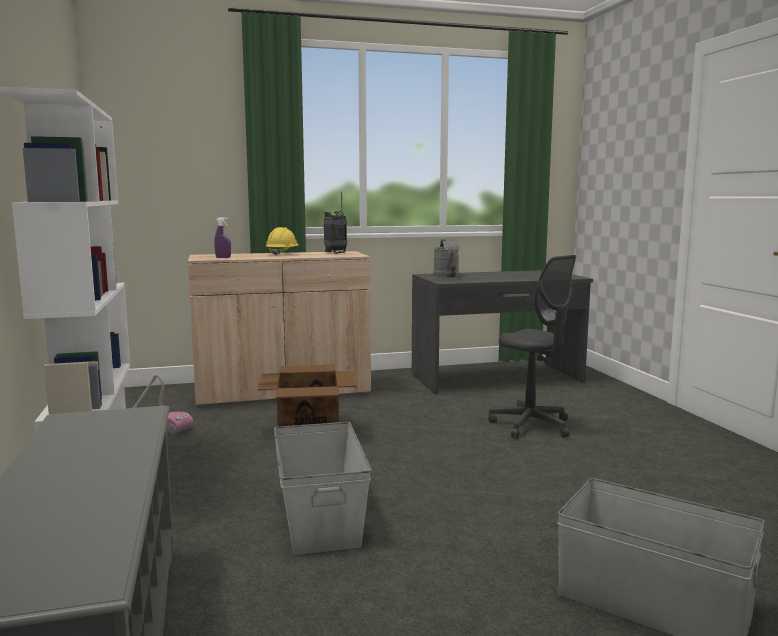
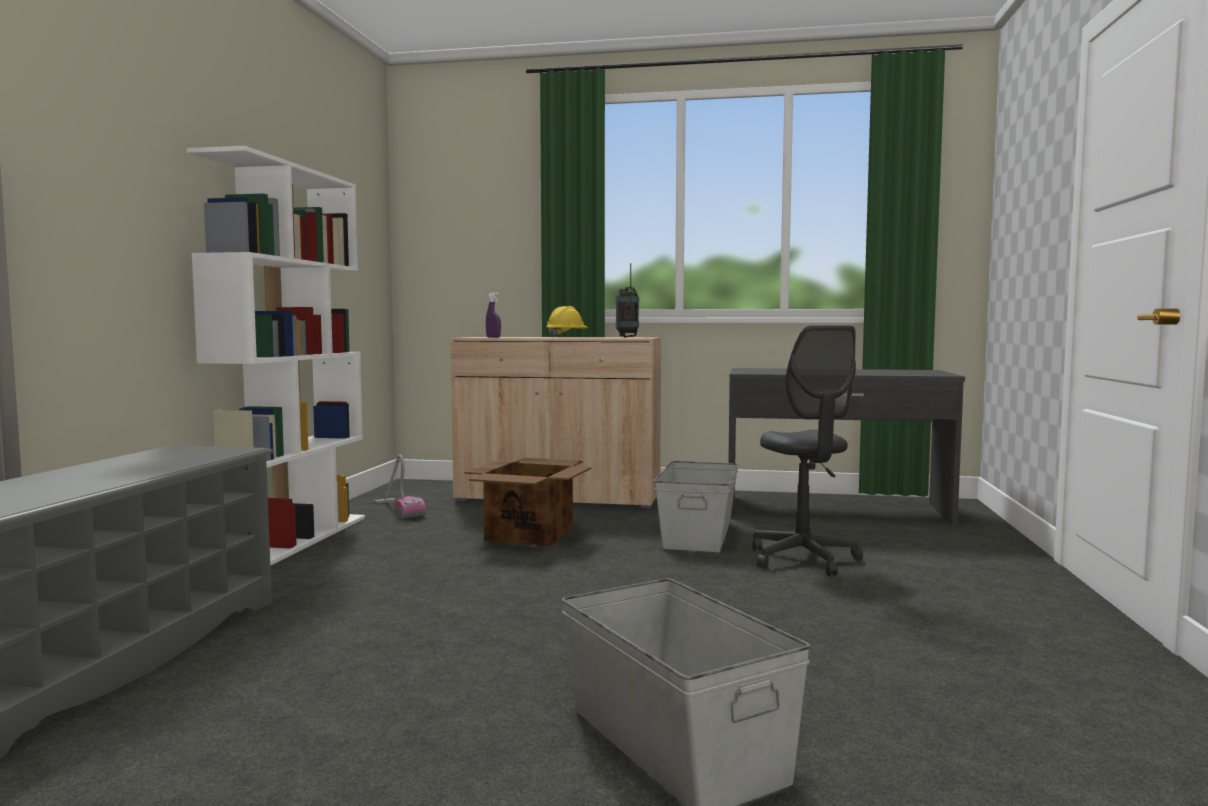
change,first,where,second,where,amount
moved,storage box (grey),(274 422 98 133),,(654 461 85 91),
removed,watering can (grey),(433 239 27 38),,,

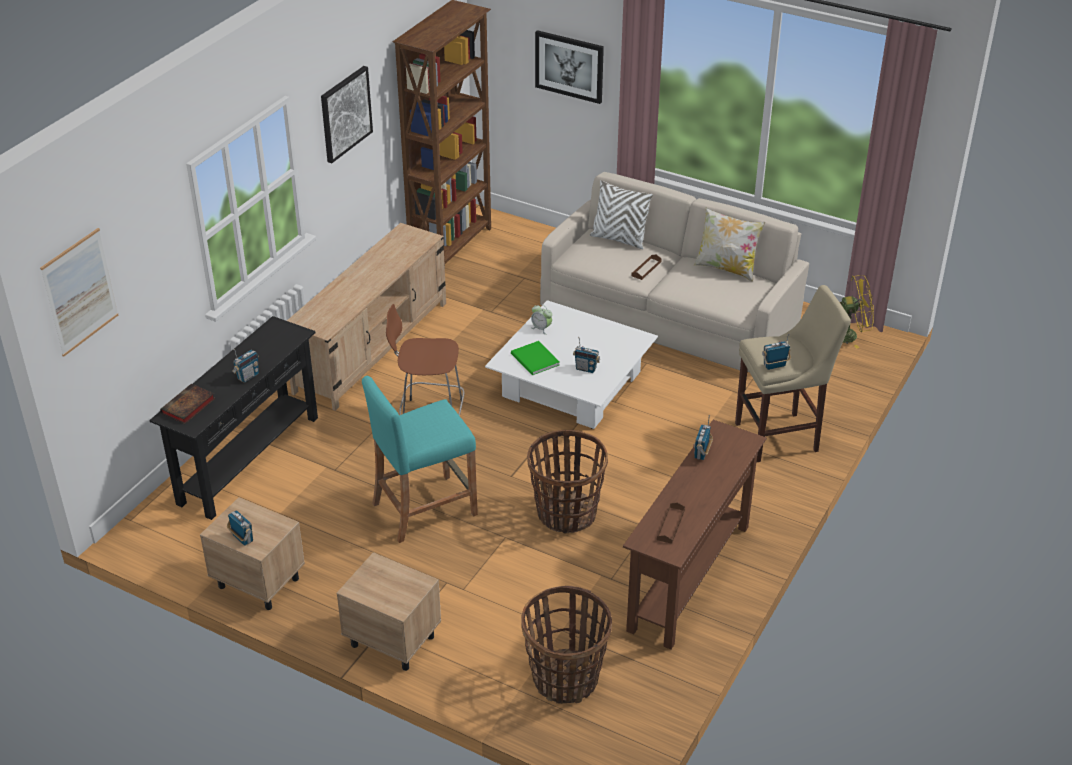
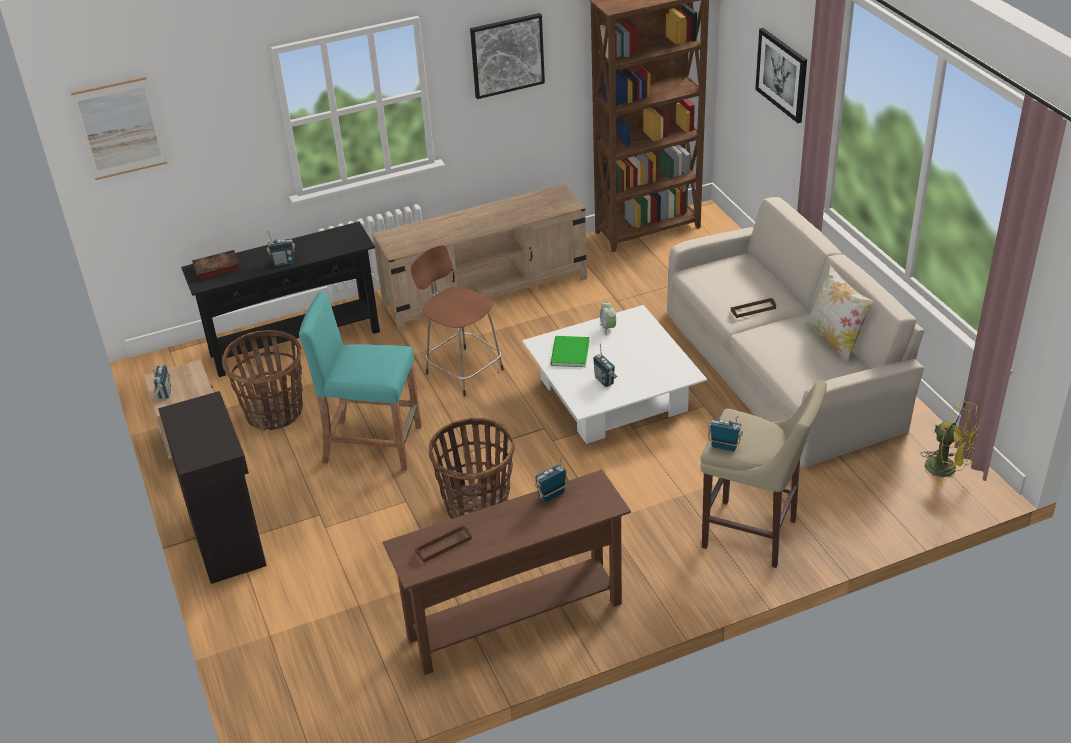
change,first,where,second,where,amount
replaced,nightstand (beige),(337 552 104 119),cabinet (black),(158 391 109 193),
moved,basket,(521 586 91 118),,(222 330 81 101),
removed,pillow (white),(590 180 63 69),,,

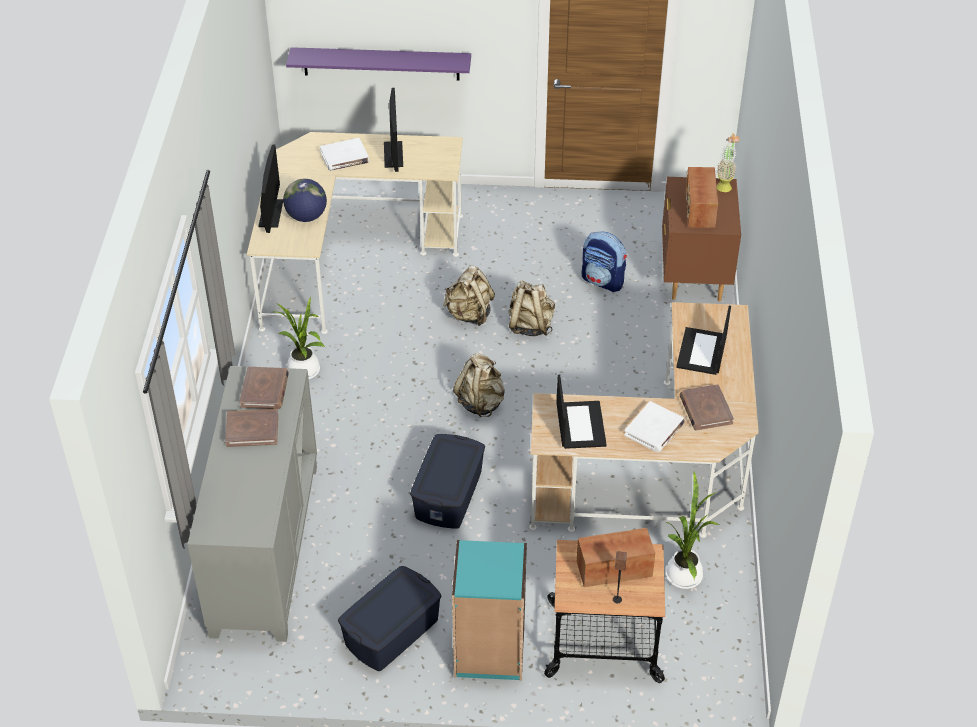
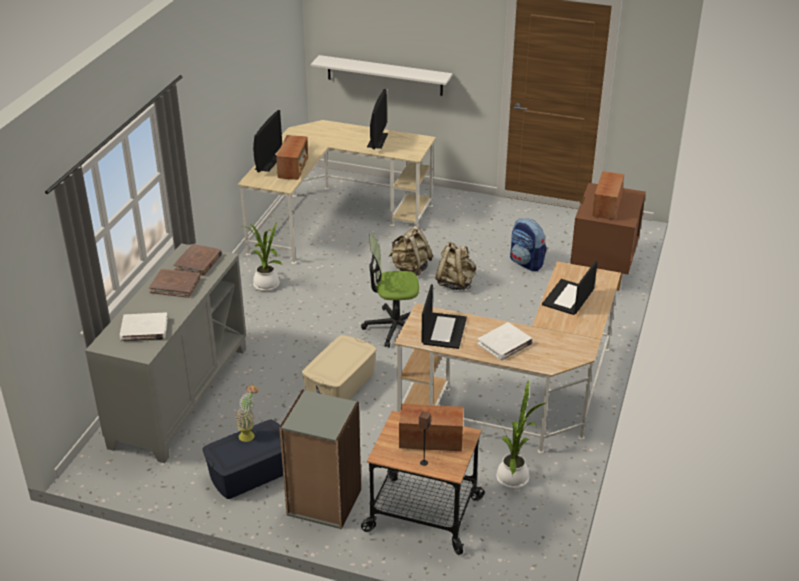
change,first,where,second,where,amount
moved,book (white),(320 138 49 33),,(120 312 48 30),
moved,potted plant,(717 134 23 58),,(235 384 23 58),
replaced,globe,(283 179 44 43),radio,(276 135 32 45),
recoloured,bookcase (turquoise),(452 540 75 140),bookcase (grey),(279 389 82 140),
recoloured,storage box (blue),(410 434 75 95),storage box (beige),(302 335 75 65),
recoloured,shelf (purple),(286 47 185 33),shelf (white),(311 55 141 41),
replaced,backpack (beige),(453 353 52 64),office chair,(361 234 58 114),
removed,book (brown),(680 384 54 46),,,

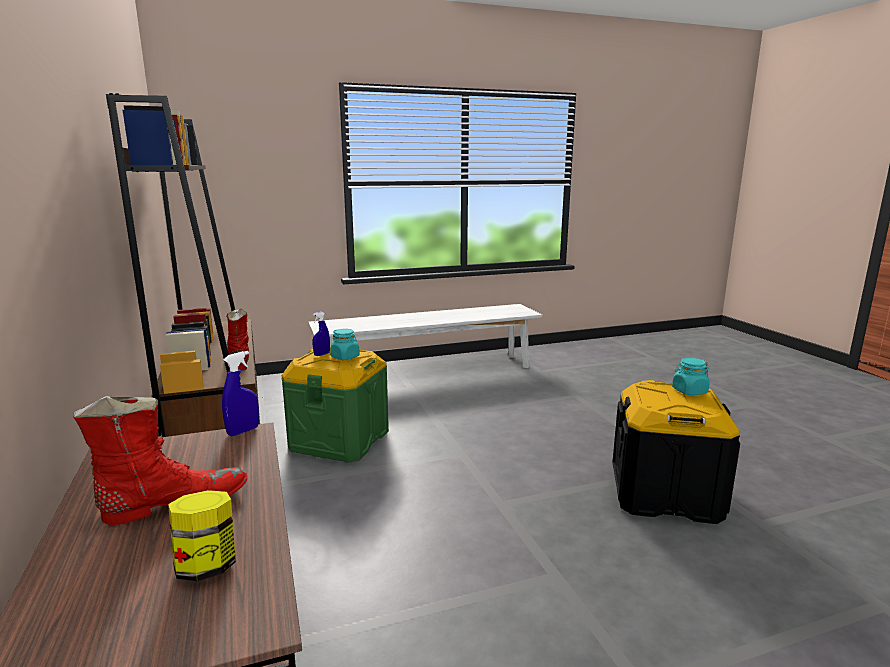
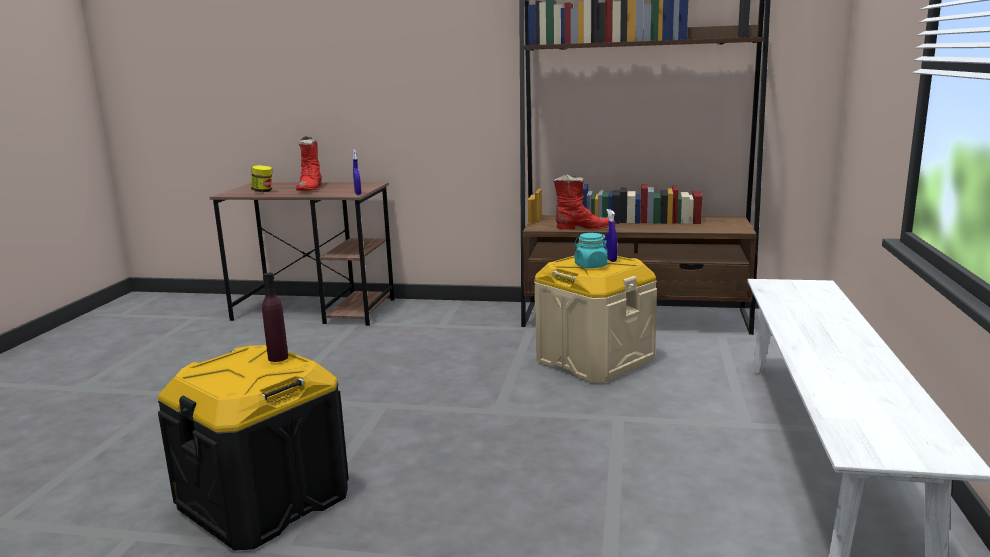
change,first,where,second,where,amount
added,,,bottle (purple),(262 273 26 89),
recoloured,storage box (green),(281 346 108 117),storage box (beige),(535 255 122 128),
removed,jar (turquoise),(672 358 38 37),,,

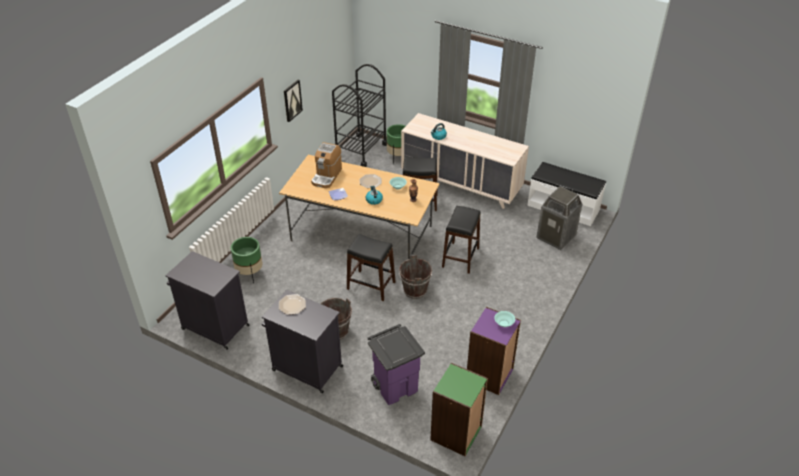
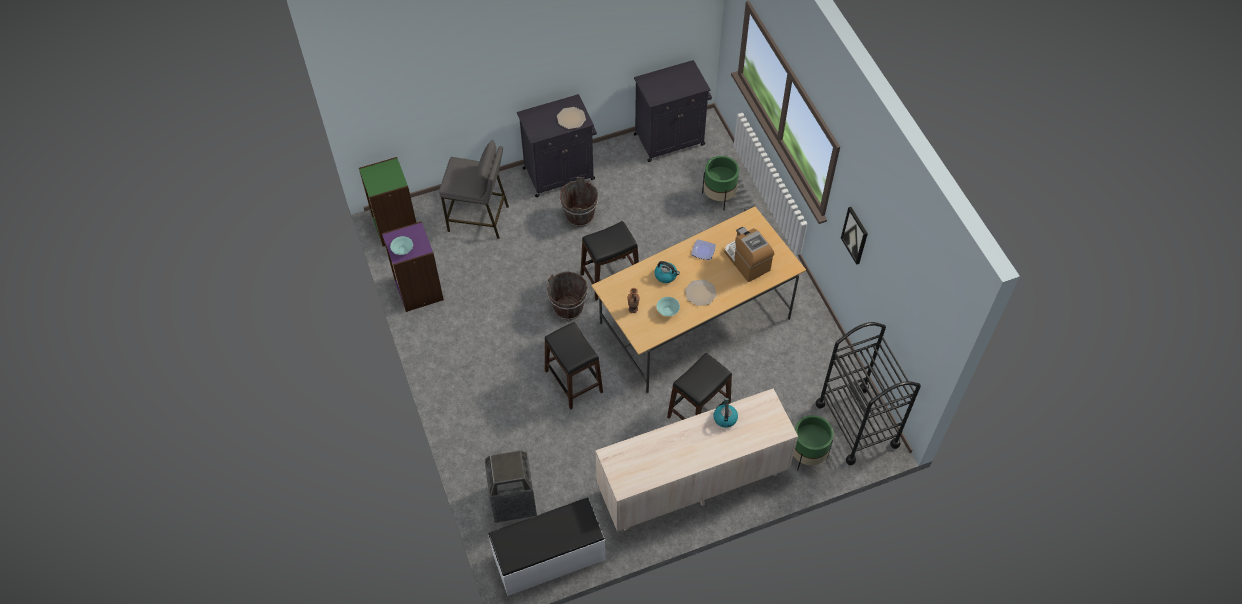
change,first,where,second,where,amount
replaced,trash can (purple),(368 324 57 81),stool (grey),(439 140 70 99),

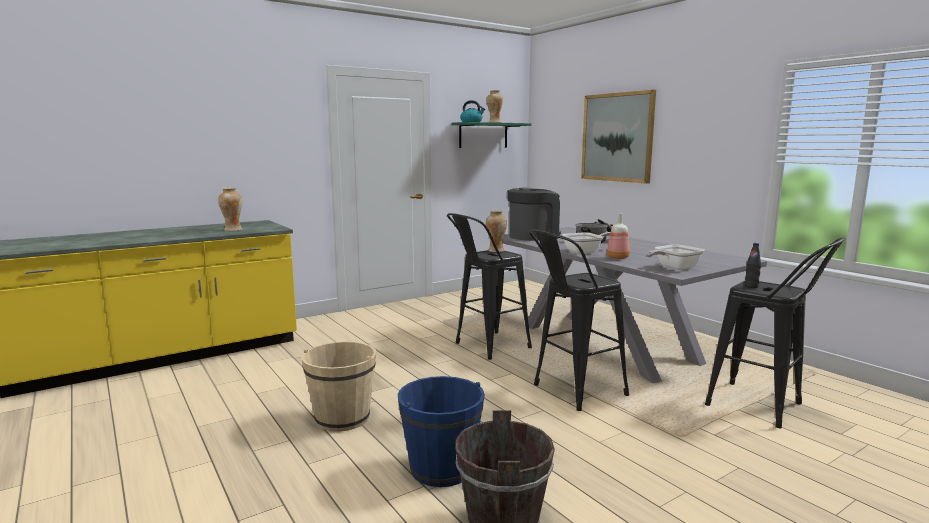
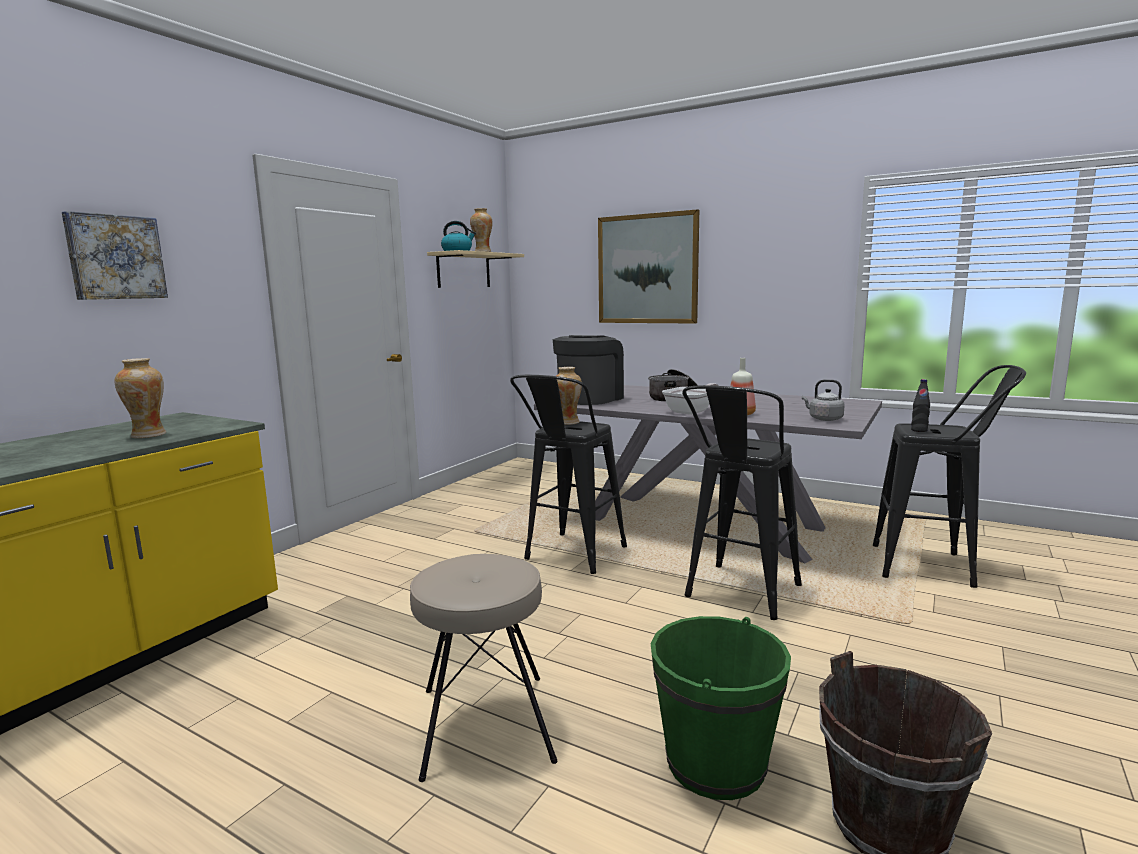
change,first,where,second,where,amount
added,,,picture,(62 211 106 89),
replaced,bucket (beige),(301 341 75 91),stool (beige),(410 554 148 228),
recoloured,shelf (green),(451 122 80 26),shelf (beige),(427 250 97 38),
recoloured,bucket (blue),(398 376 87 111),bucket (green),(650 616 141 184),
replaced,frying pan,(646 245 58 25),kettle (grey),(802 379 43 42),

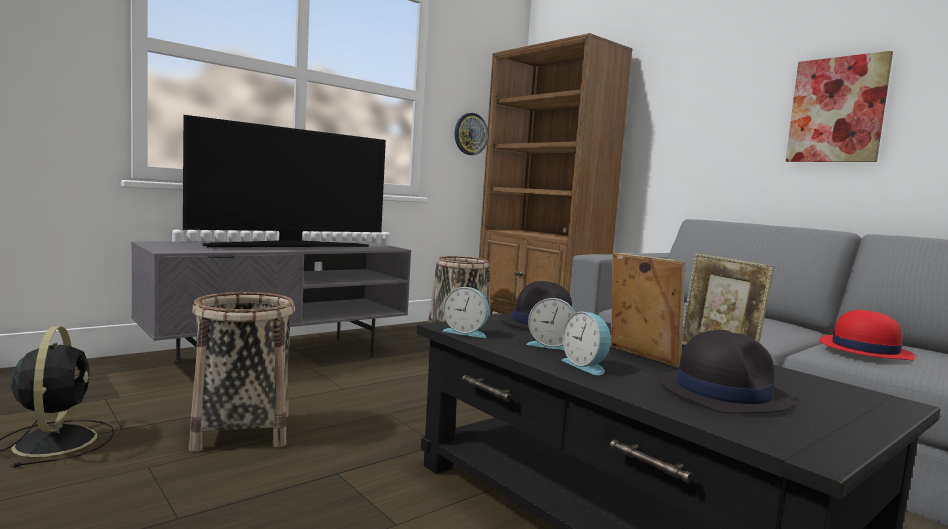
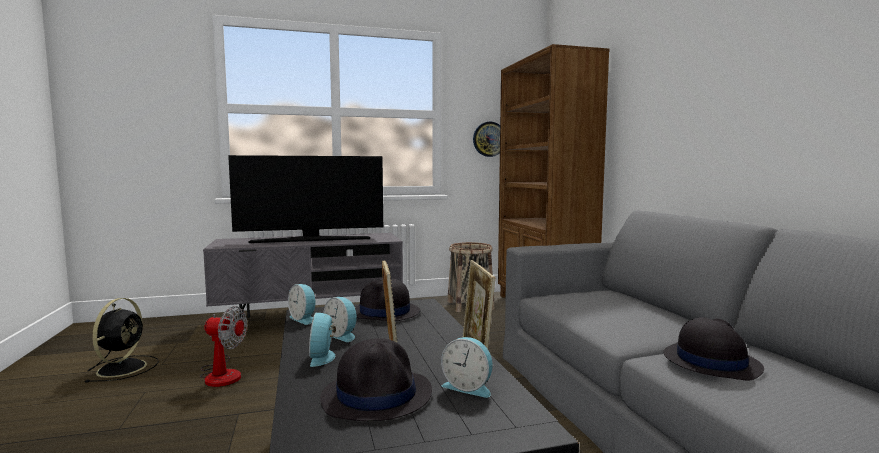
change,first,where,second,where,amount
replaced,basket,(189 292 106 160),fan,(200 306 47 81),
added,,,alarm clock,(441 337 52 61),
recoloured,hat (red),(819 310 96 51),hat (black),(664 317 100 64),
removed,picture,(786 51 107 111),,,

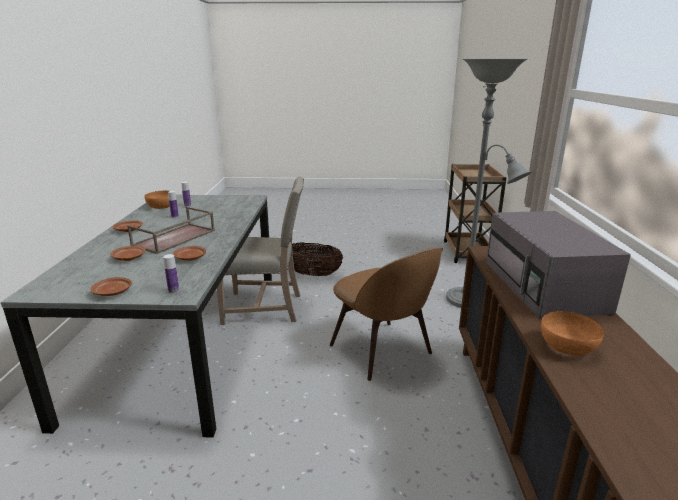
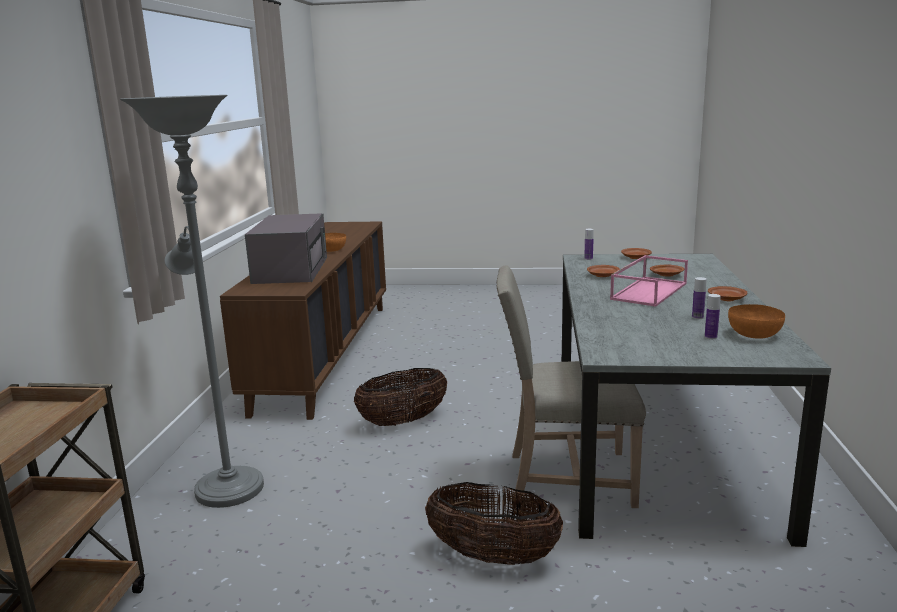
change,first,where,second,where,amount
replaced,chair (brown),(330 247 113 134),basket,(354 368 93 58),
recoloured,tray (brown),(127 207 88 47),tray (pink),(610 255 78 52),

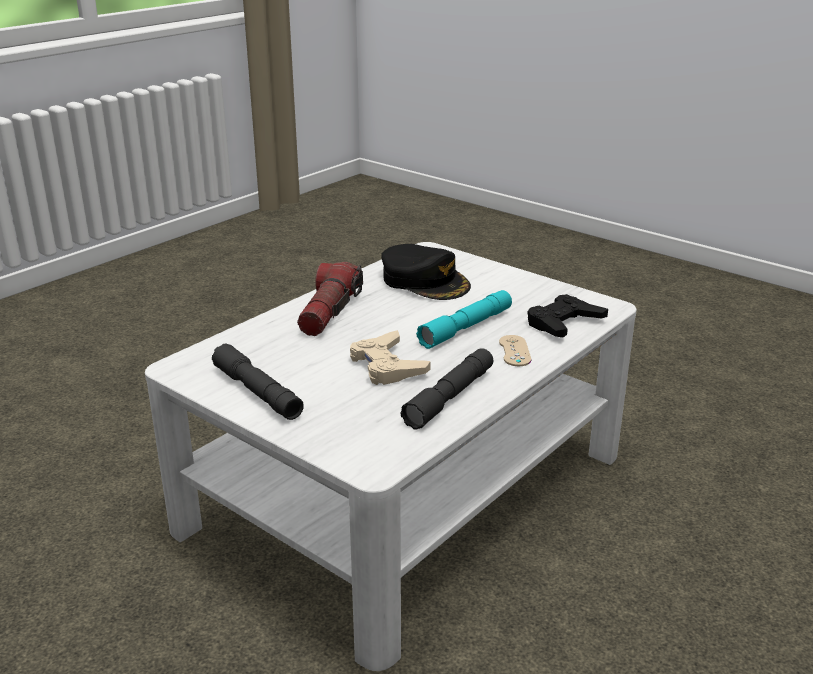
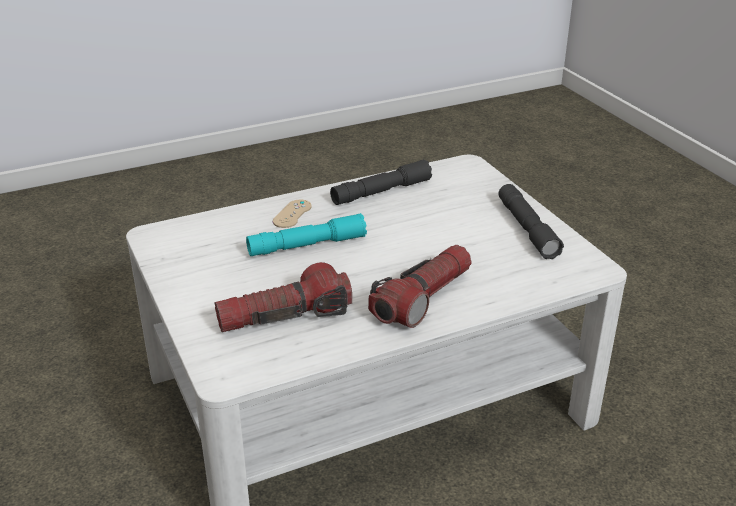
change,first,where,second,where,amount
replaced,cap (black),(381 244 90 56),flashlight,(215 262 137 70),
removed,game controller (beige),(350 330 80 55),,,
removed,game controller (black),(527 294 81 44),,,

